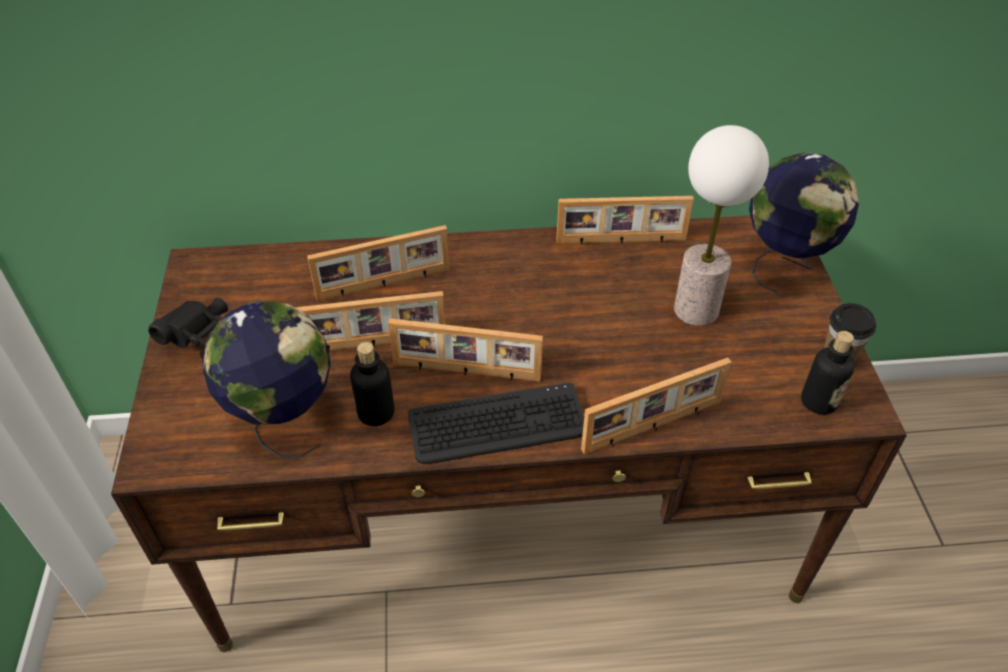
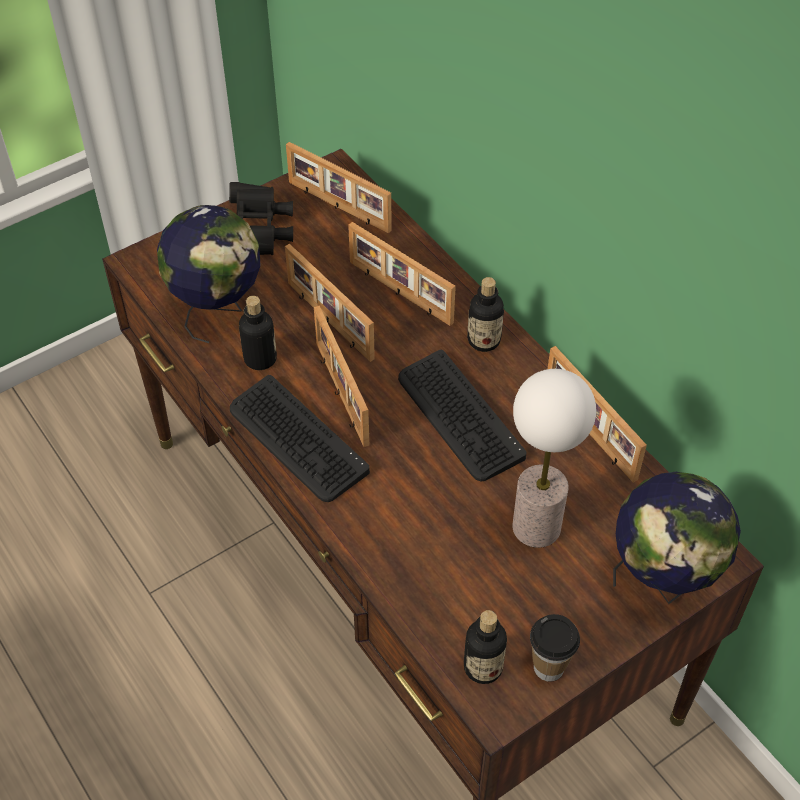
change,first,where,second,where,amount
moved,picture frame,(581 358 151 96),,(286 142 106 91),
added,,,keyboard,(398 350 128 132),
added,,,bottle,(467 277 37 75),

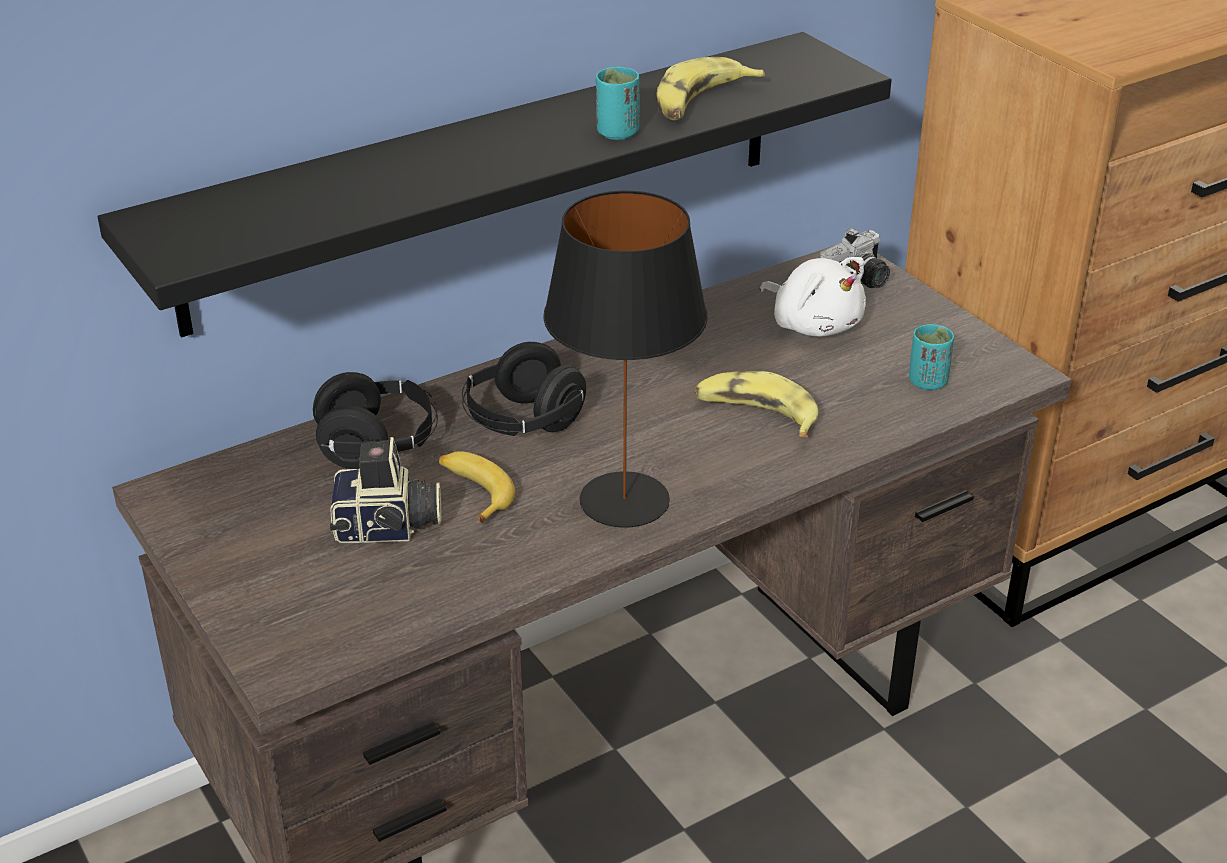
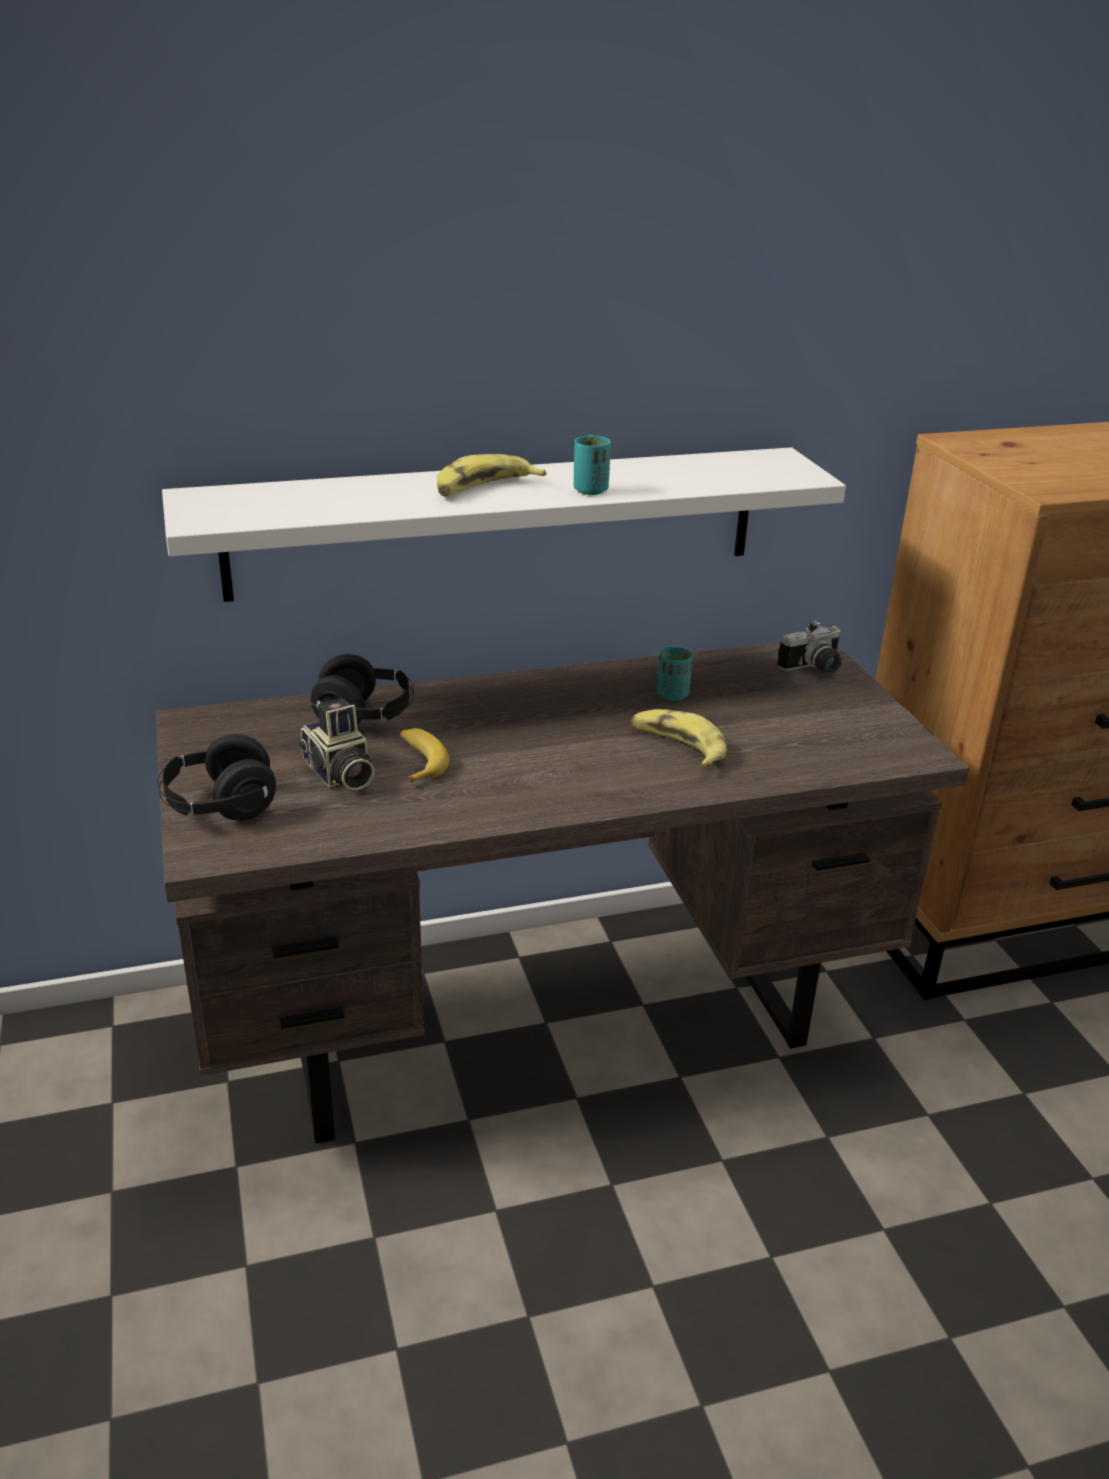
change,first,where,second,where,amount
moved,headphones (black),(462 342 124 94),,(158 734 118 87),
recoloured,shelf (black),(98 32 794 306),shelf (white),(162 447 684 155),
turned,photo camera,(330 437 112 106),,(298 698 77 93),45 degrees clockwise
moved,banana,(656 57 109 63),,(437 454 109 43),
moved,cup (turquoise),(909 324 45 66),,(657 647 36 54),
removed,table lamp (black),(543 191 165 337),,,
removed,plush toy (white),(760 257 106 80),,,

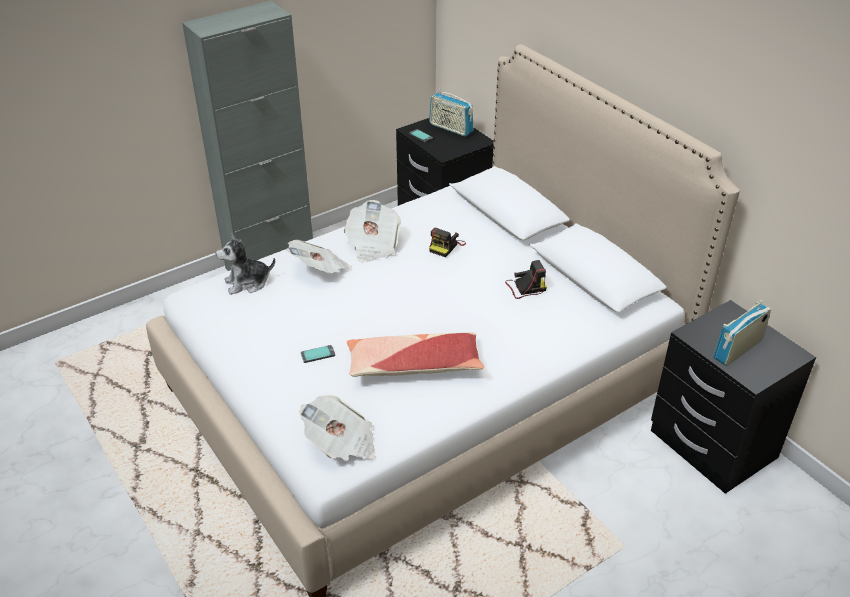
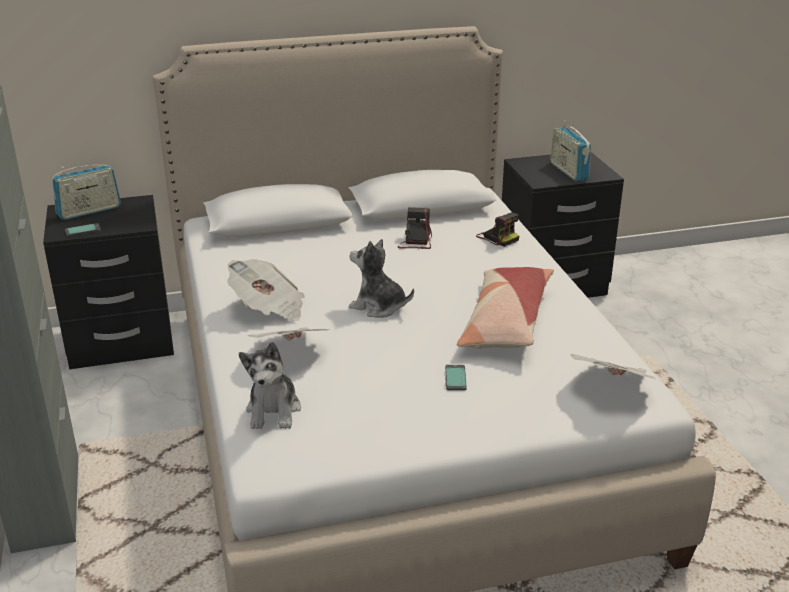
change,first,where,second,where,amount
added,,,plush toy,(349 239 65 79),
moved,photo camera,(429 228 37 29),,(476 212 43 35),

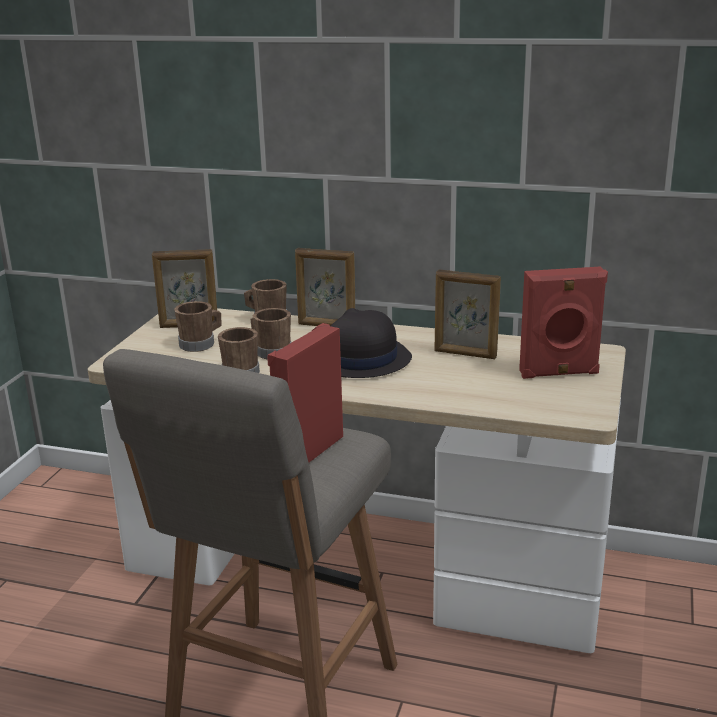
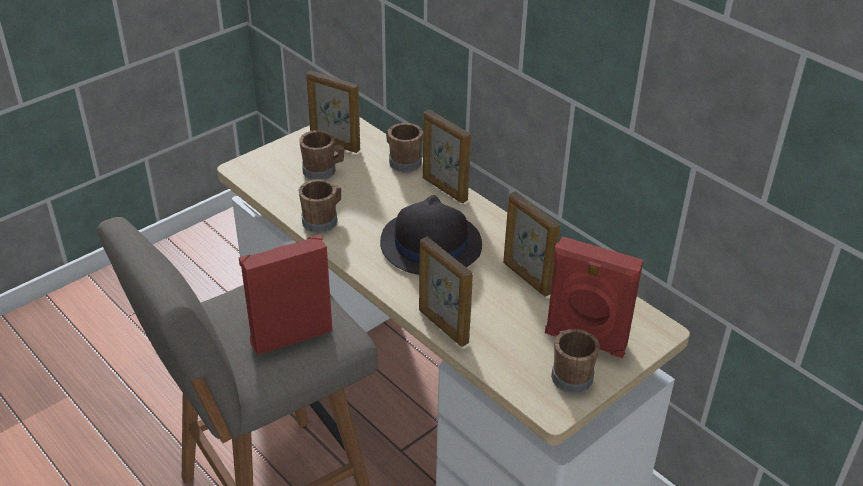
change,first,where,second,where,amount
added,,,picture frame,(419 237 54 110),
moved,mug (brown),(251 308 41 51),,(551 329 49 64),

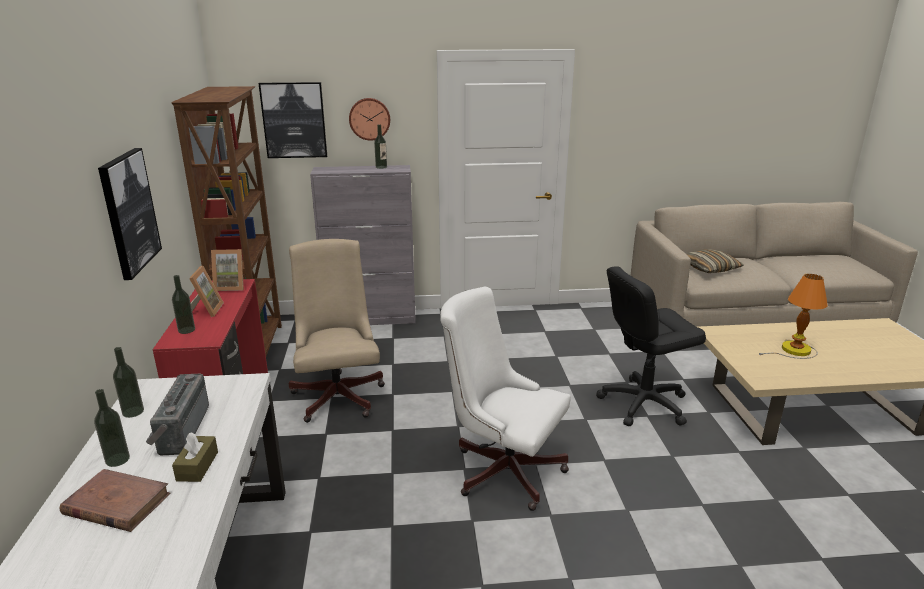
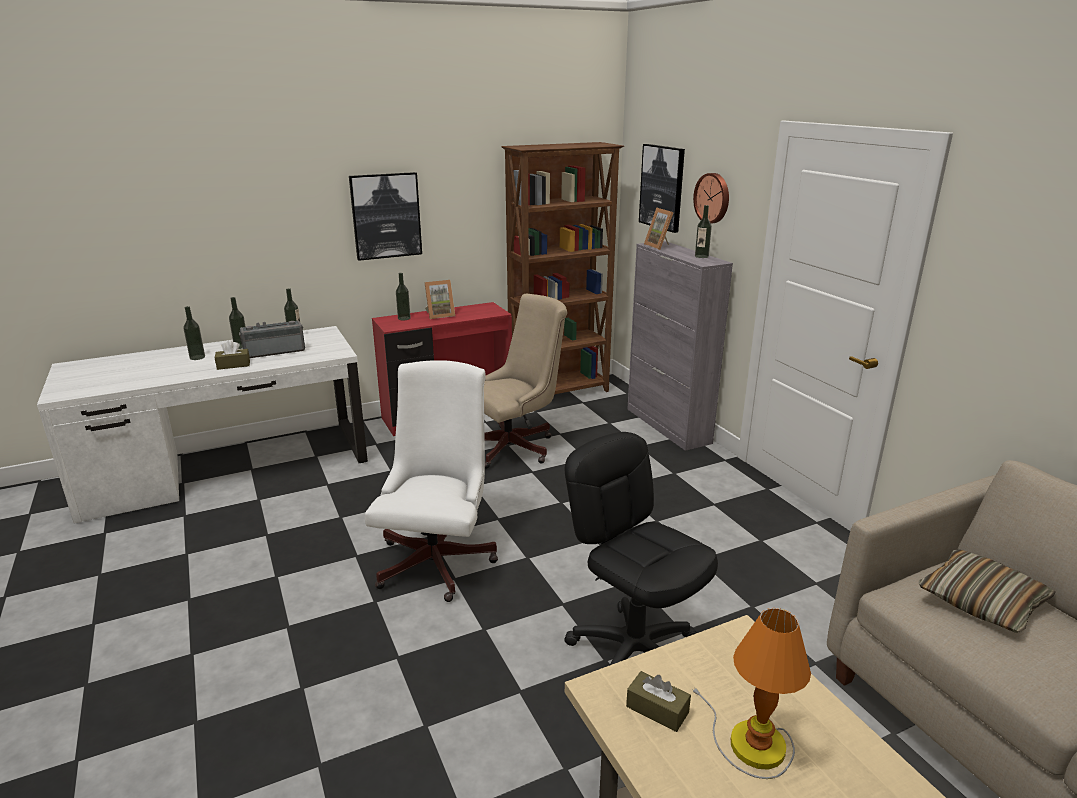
change,first,where,second,where,amount
replaced,book (brown),(60 469 110 63),bottle,(184 306 21 54),
added,,,tissue box (brown),(626 671 65 61),
moved,picture frame,(211 249 33 42),,(644 208 30 42),

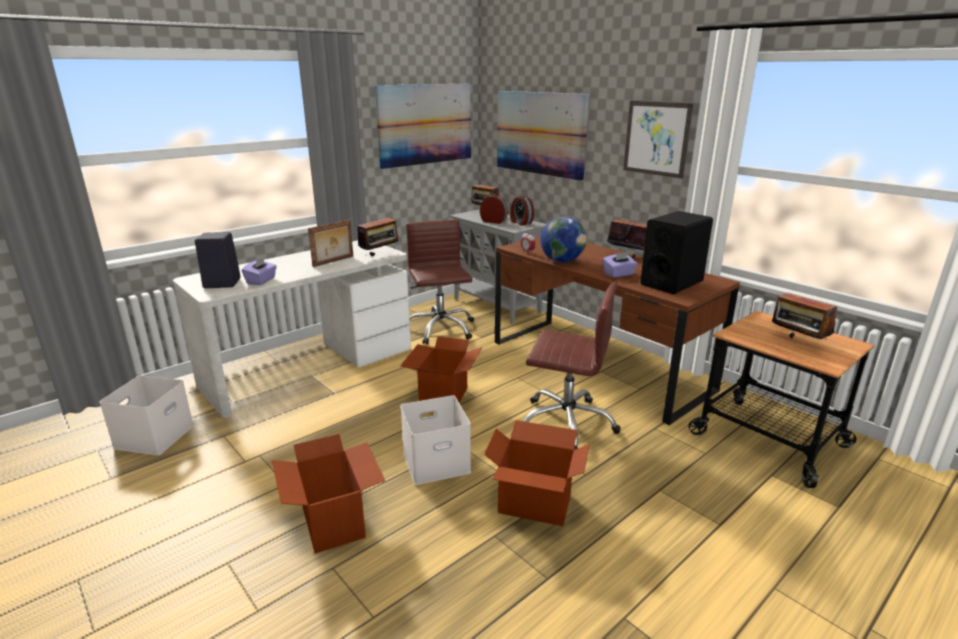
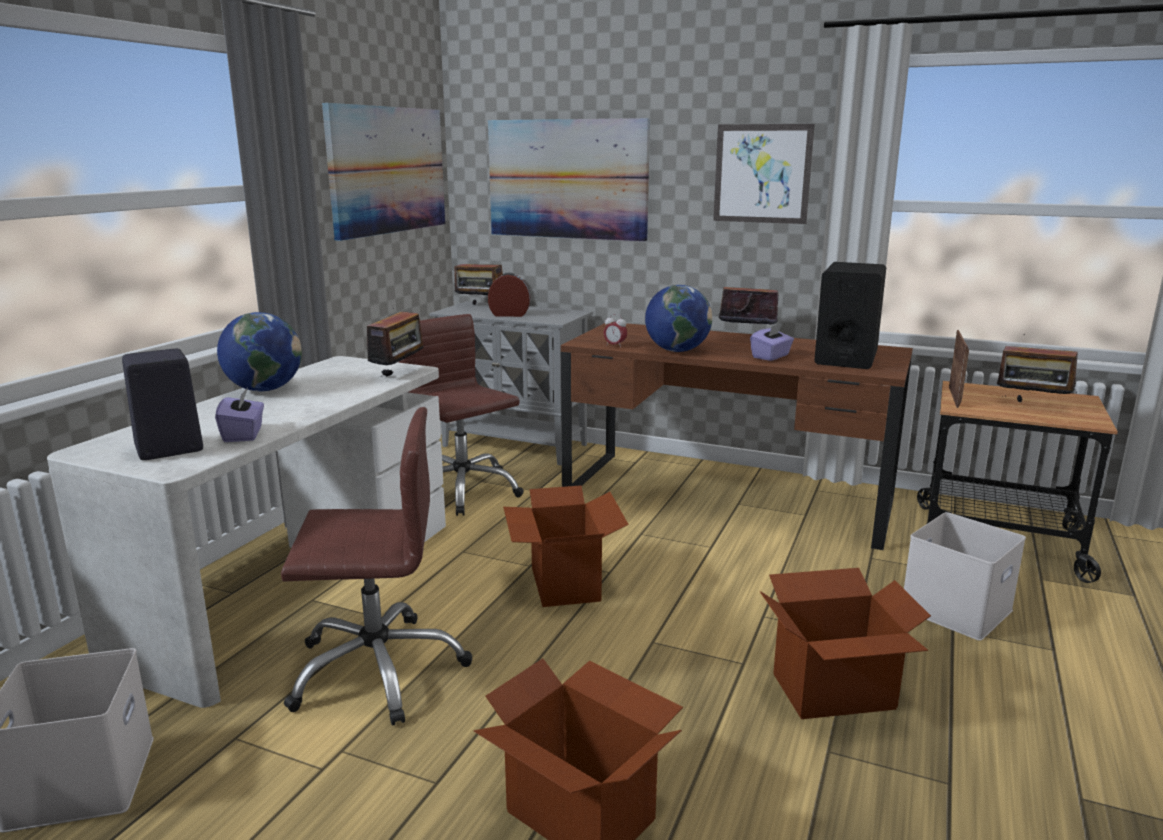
change,first,where,second,where,amount
added,,,globe,(217 312 85 79),
moved,office chair (brown),(523 282 98 168),,(281 407 191 319),
moved,storage box (white),(400 395 71 90),,(904 512 122 129),
moved,picture frame,(308 220 45 47),,(949 330 20 78),
removed,alarm clock,(510 195 24 31),,,

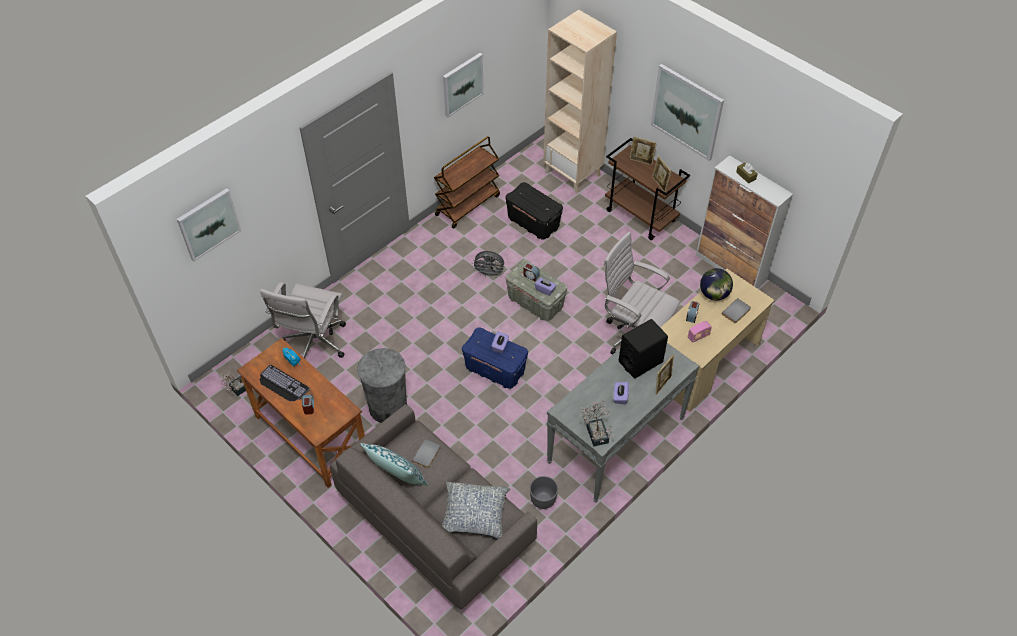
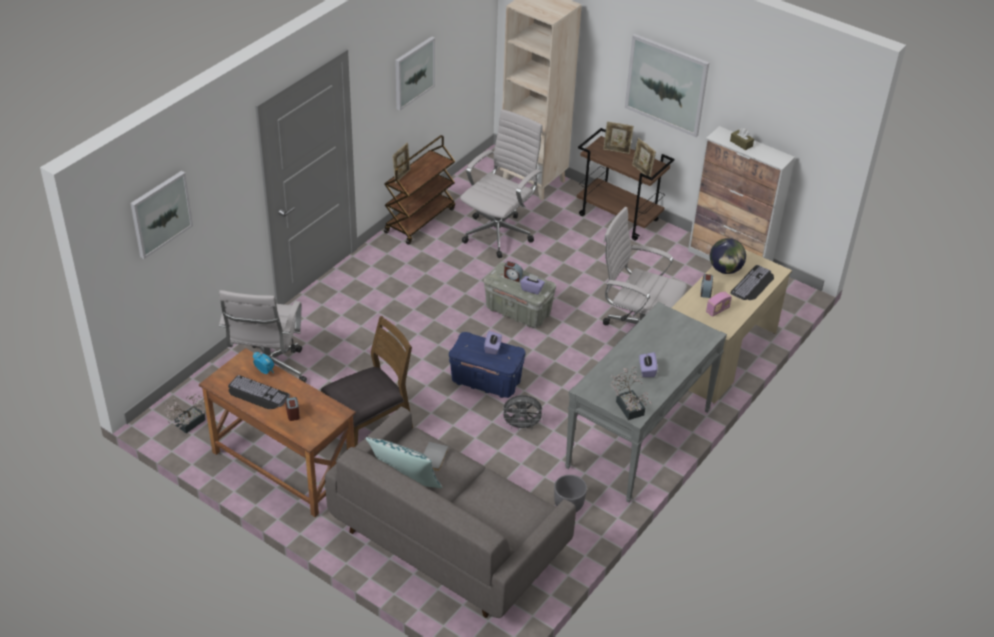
change,first,where,second,where,amount
replaced,trash can (grey),(357 348 50 75),chair (brown),(321 316 92 130),
moved,picture frame,(655 355 19 40),,(392 143 18 40),
replaced,storage box (black),(505 182 58 58),office chair (white),(460 109 83 149),
moved,fan (grey),(472 251 33 26),,(501 395 44 36),
replaced,book (grey),(721 298 30 25),keyboard,(730 265 44 35),
removed,pillow,(442 482 68 57),,,
removed,speaker (black),(619 319 49 60),,,

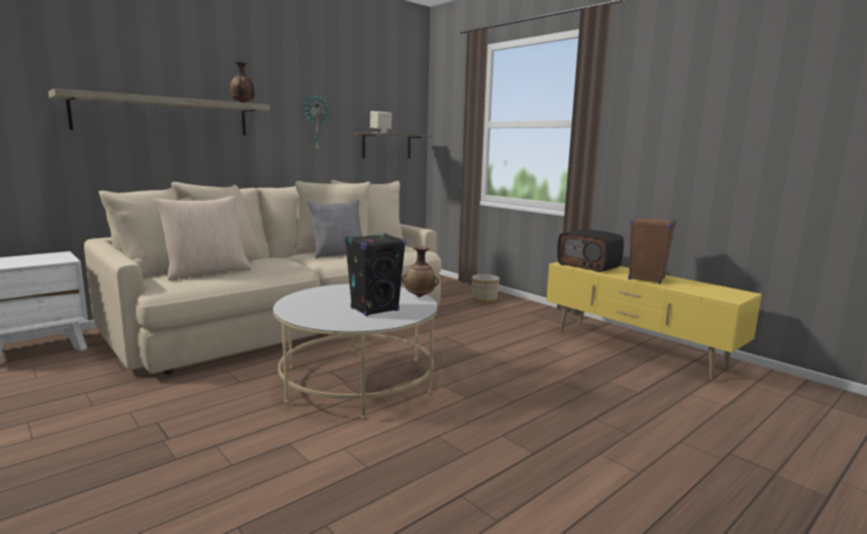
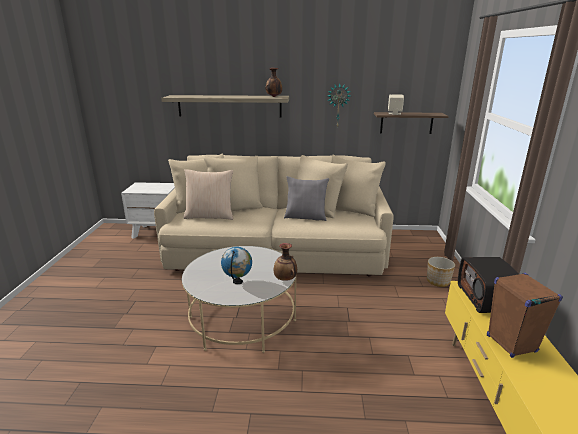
change,first,where,second,where,amount
replaced,speaker (black),(345 233 61 83),globe,(221 247 31 37),

